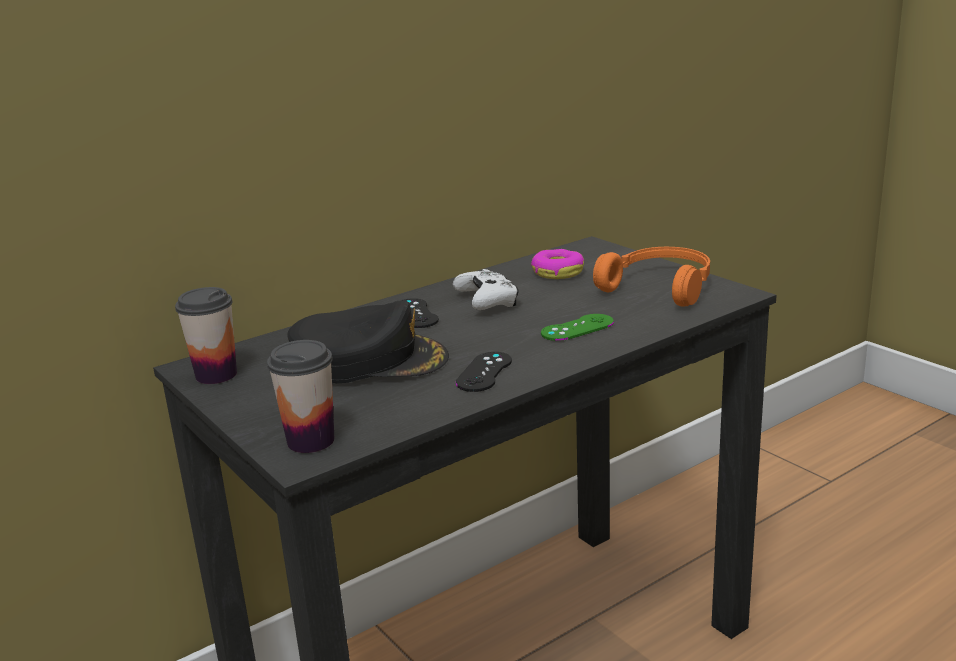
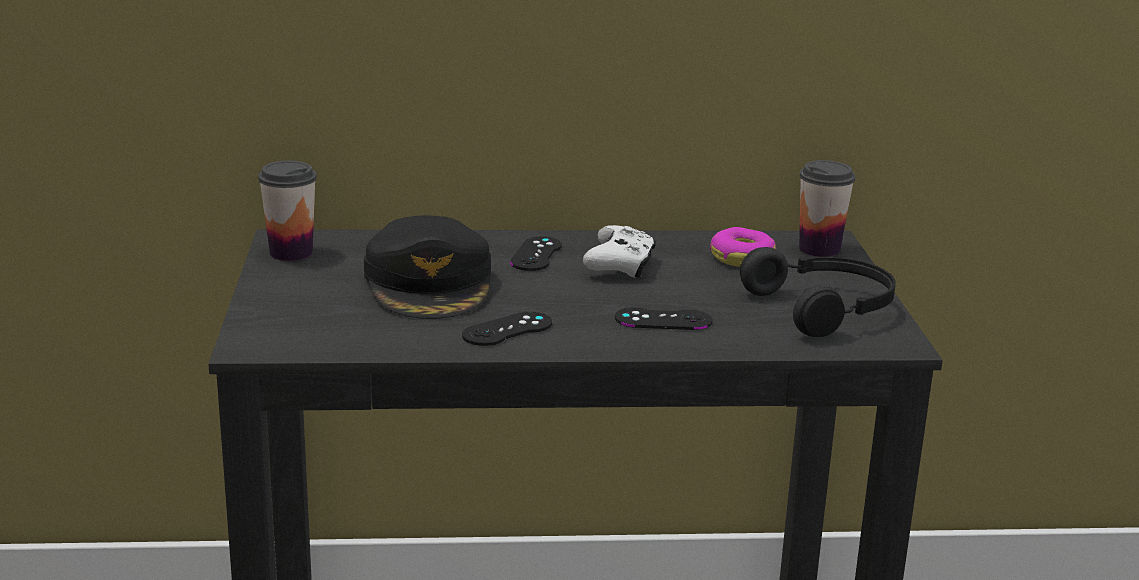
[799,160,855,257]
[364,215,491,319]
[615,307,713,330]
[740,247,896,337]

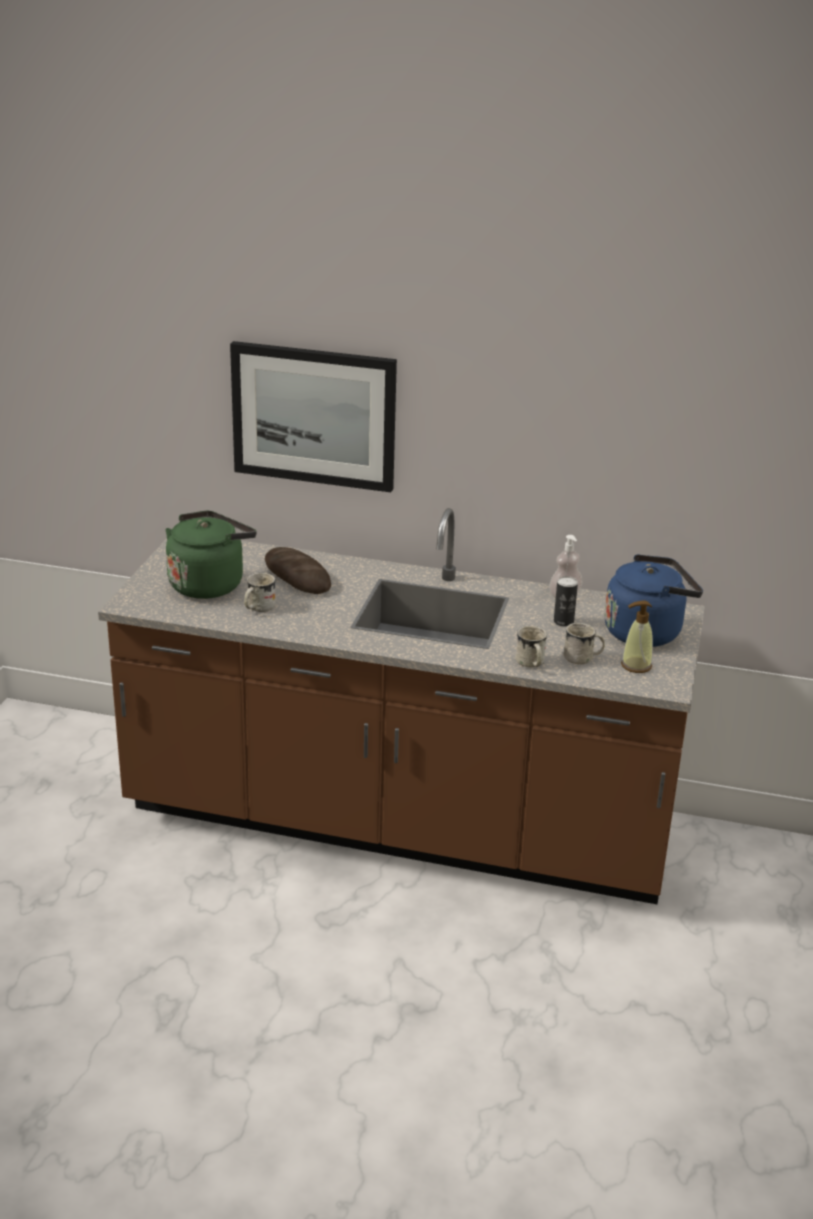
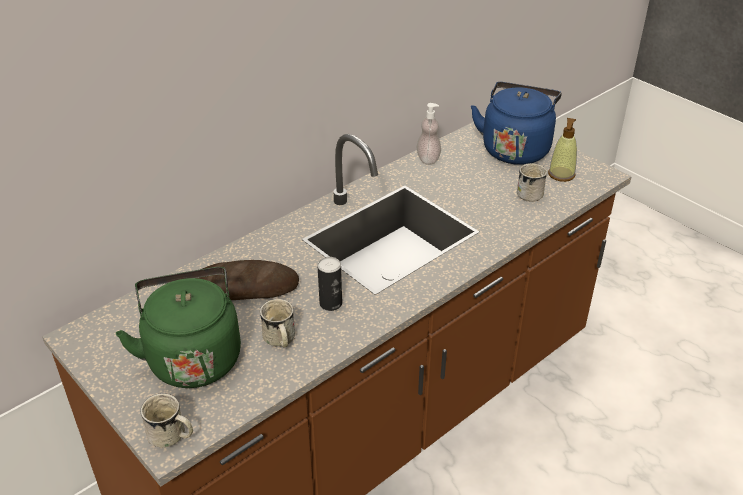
[230,341,397,492] (first image)
[140,393,193,448]
[317,257,342,311]

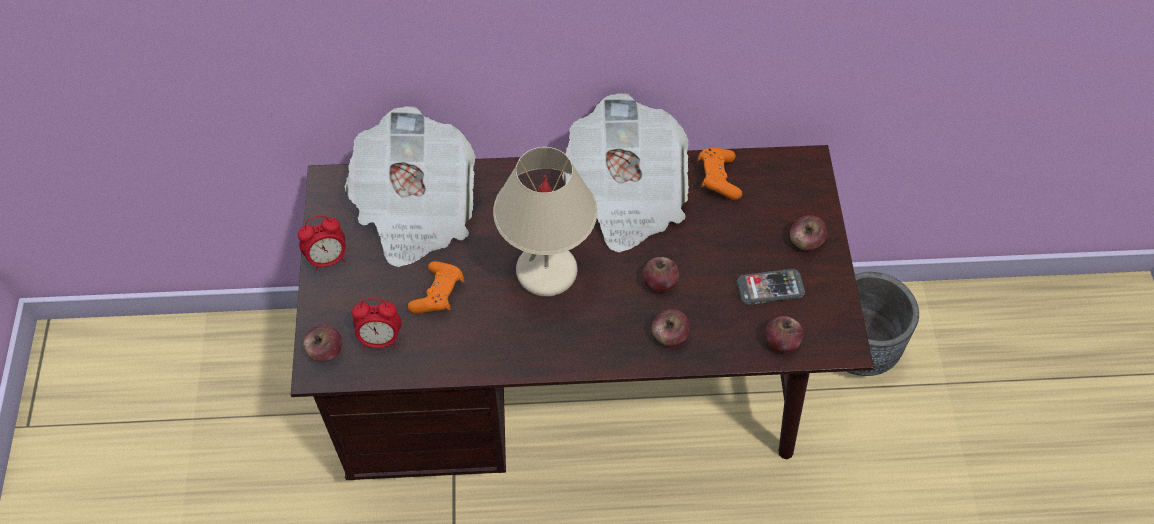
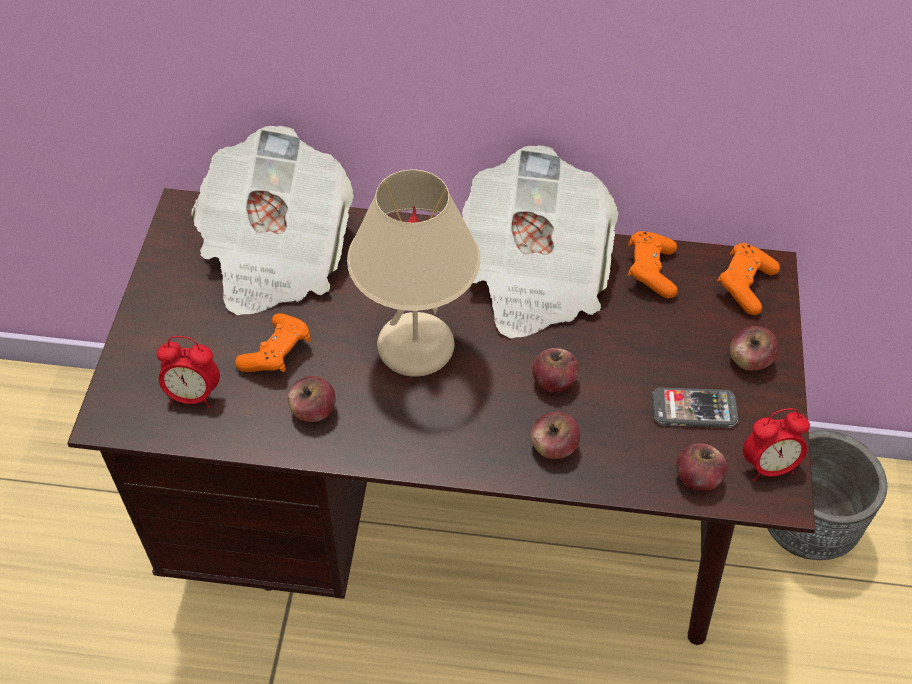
[743,408,810,481]
[288,376,336,422]
[717,243,780,315]

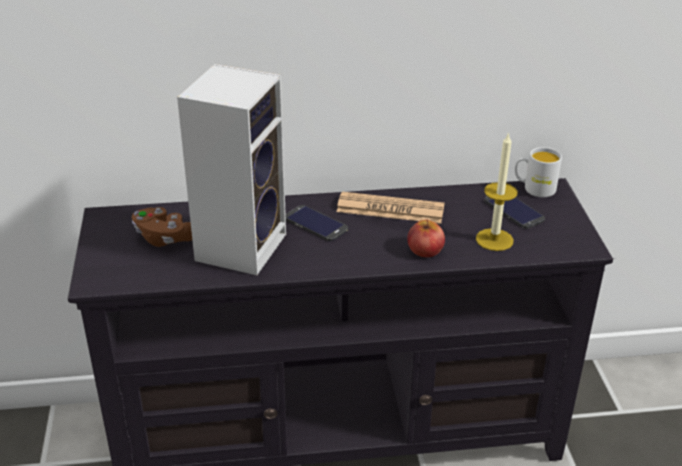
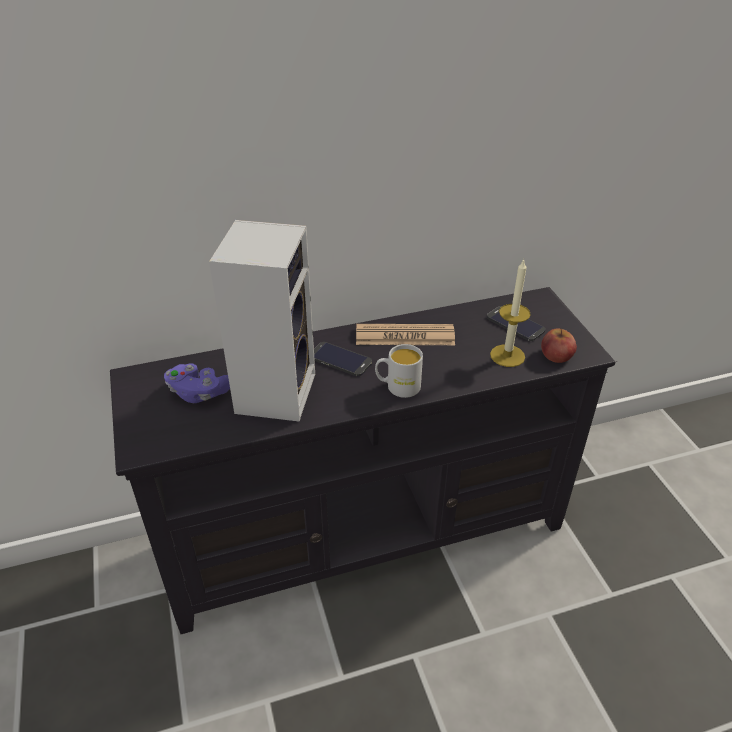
[164,363,230,403]
[541,328,577,363]
[375,344,423,398]

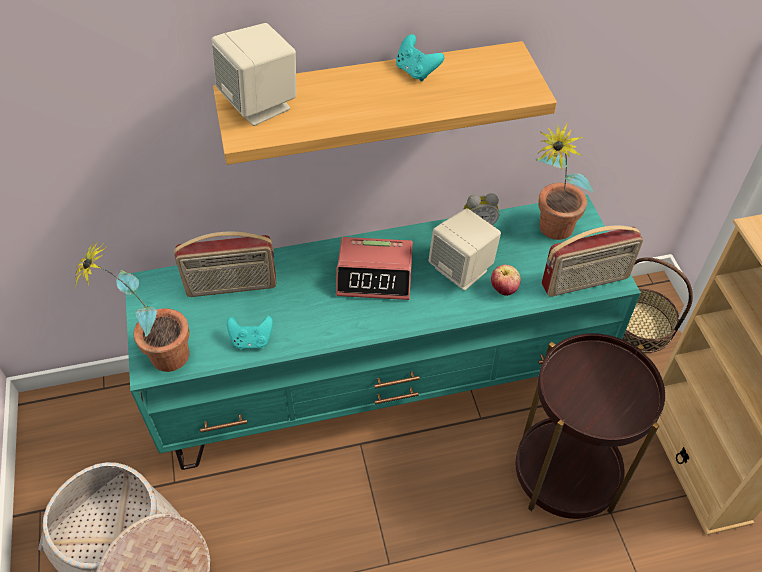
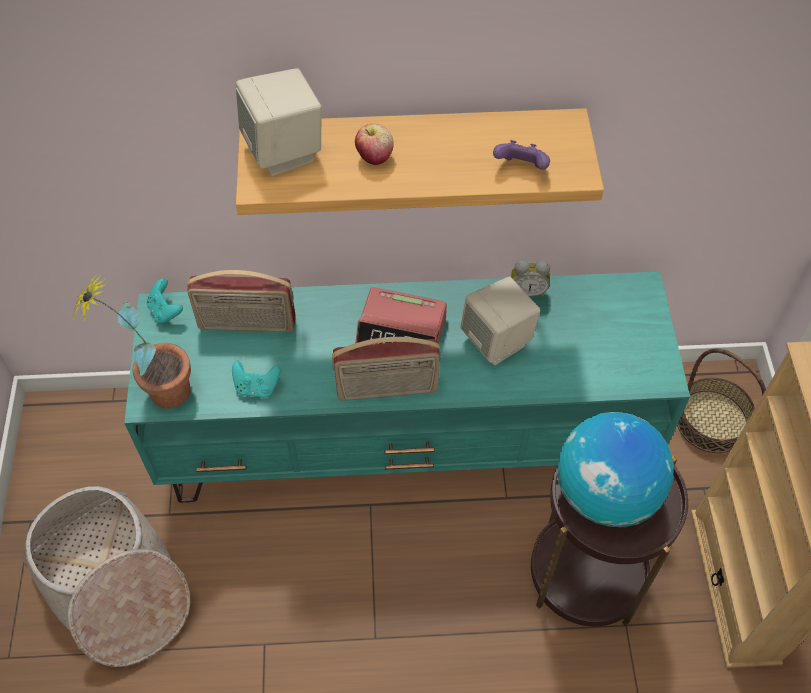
[147,278,183,324]
[355,123,394,165]
[535,122,593,240] (first image)
[332,337,441,401]
[493,140,550,170]
[557,412,674,527]

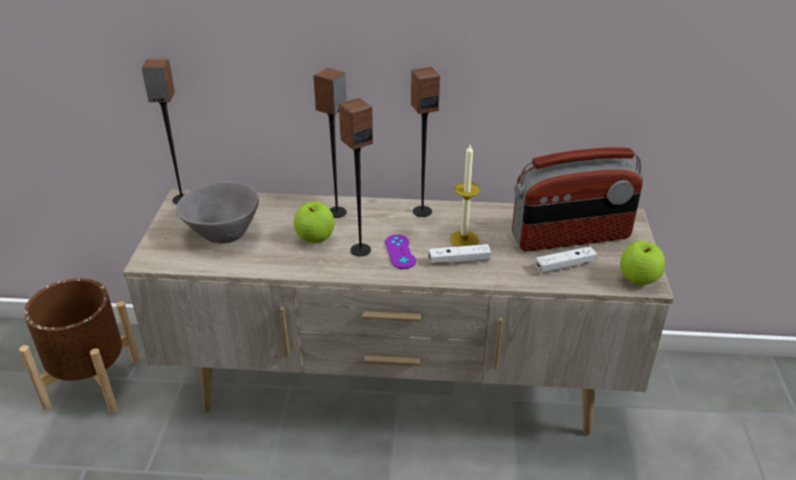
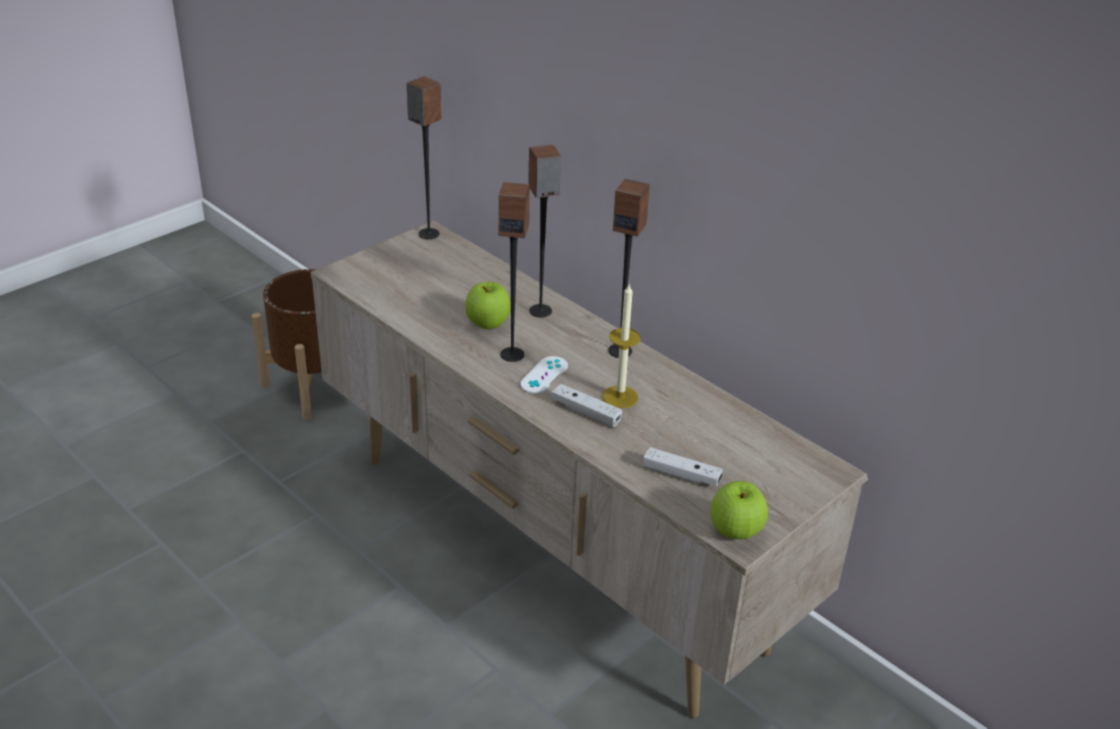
[176,181,259,244] (first image)
[520,356,568,394]
[512,147,643,251] (first image)

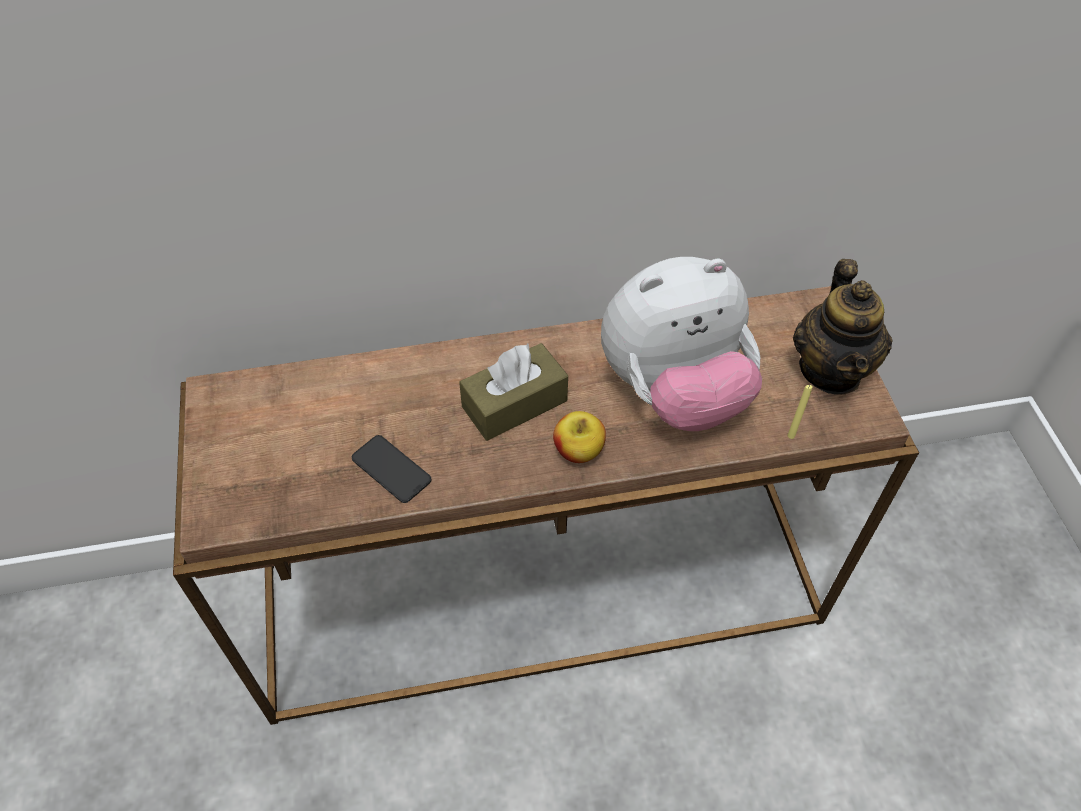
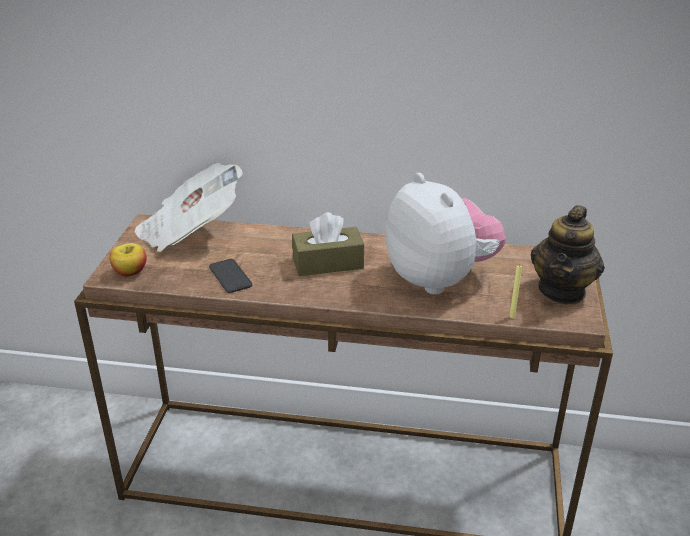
[110,243,147,277]
[385,173,506,295]
[134,163,243,252]

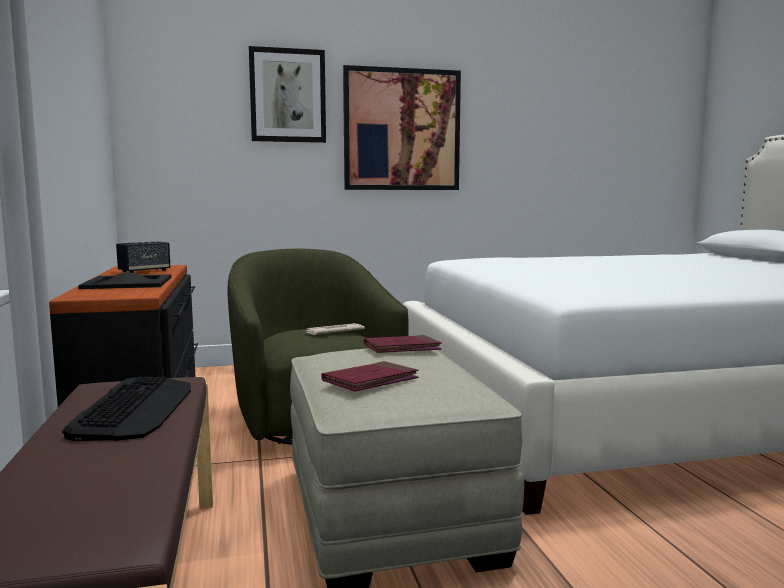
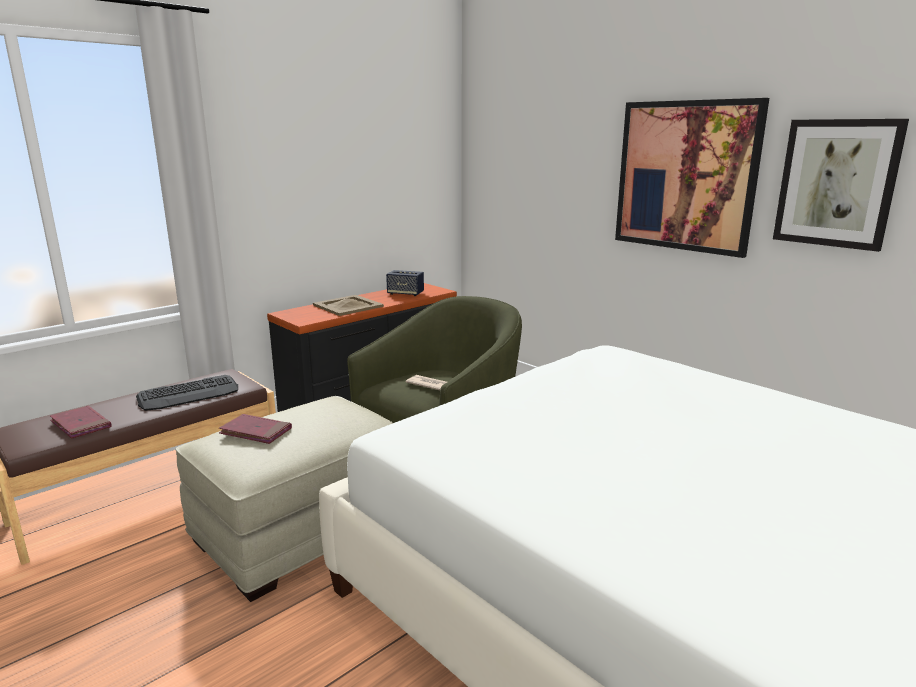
[313,295,384,316]
[773,119,909,252]
[50,406,112,439]

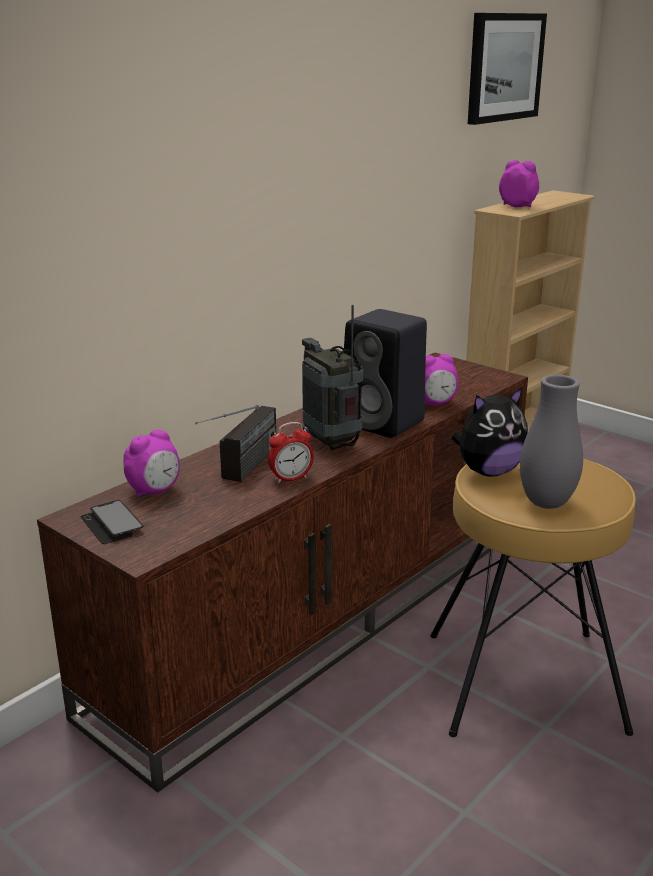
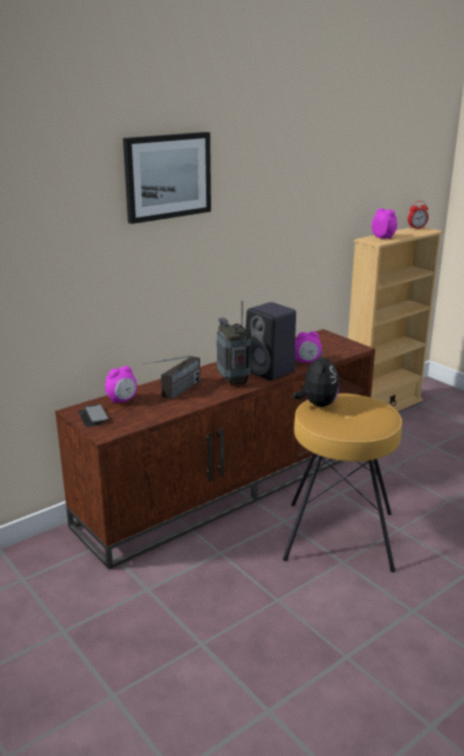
[408,201,428,229]
[293,350,339,407]
[123,132,211,224]
[520,375,583,509] (first image)

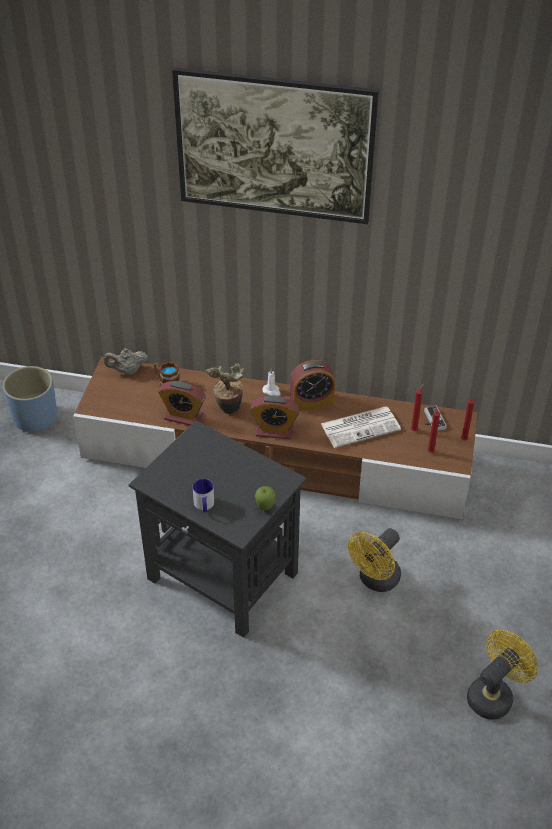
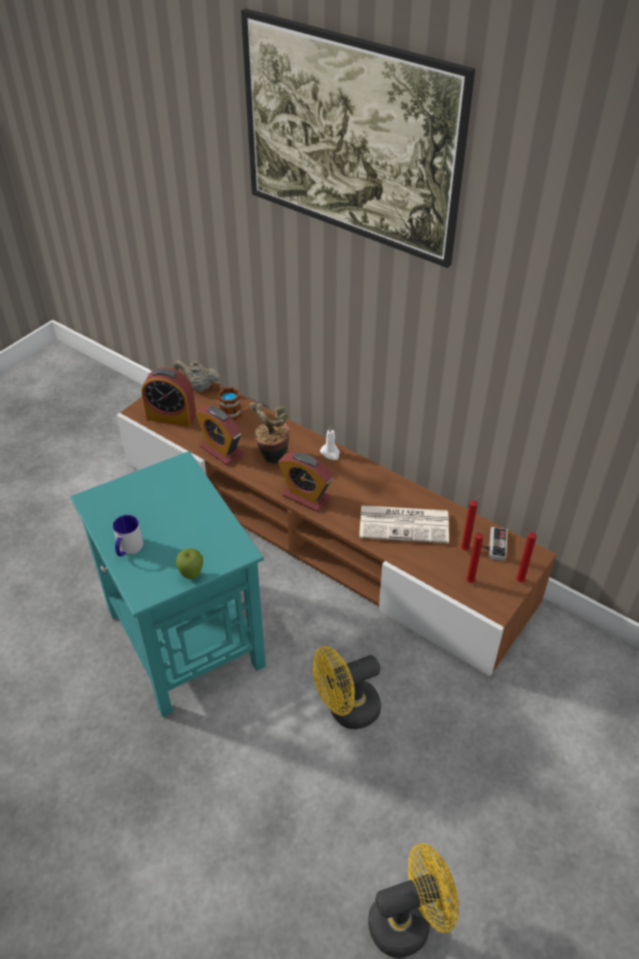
[3,366,57,434] (first image)
[70,451,266,717]
[141,367,196,426]

